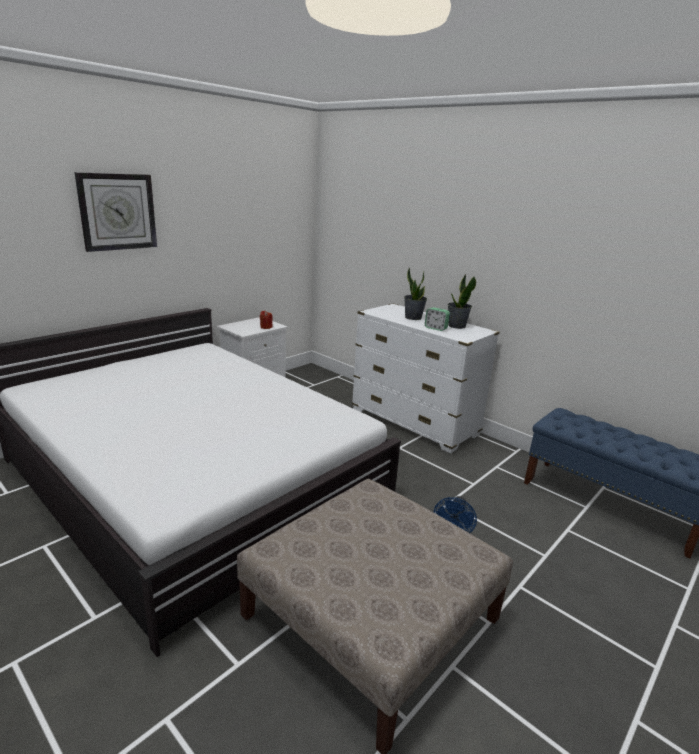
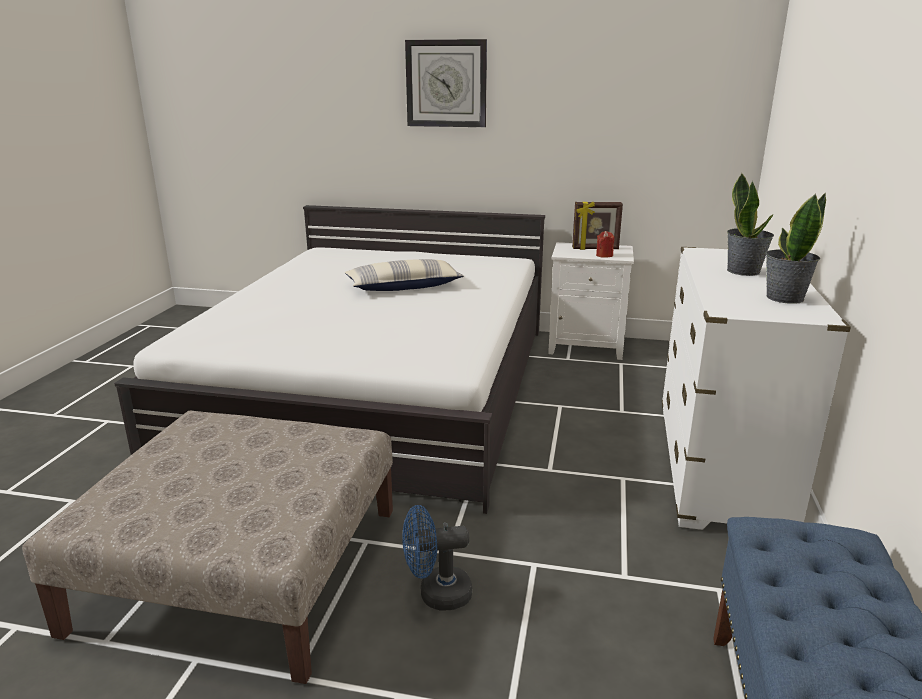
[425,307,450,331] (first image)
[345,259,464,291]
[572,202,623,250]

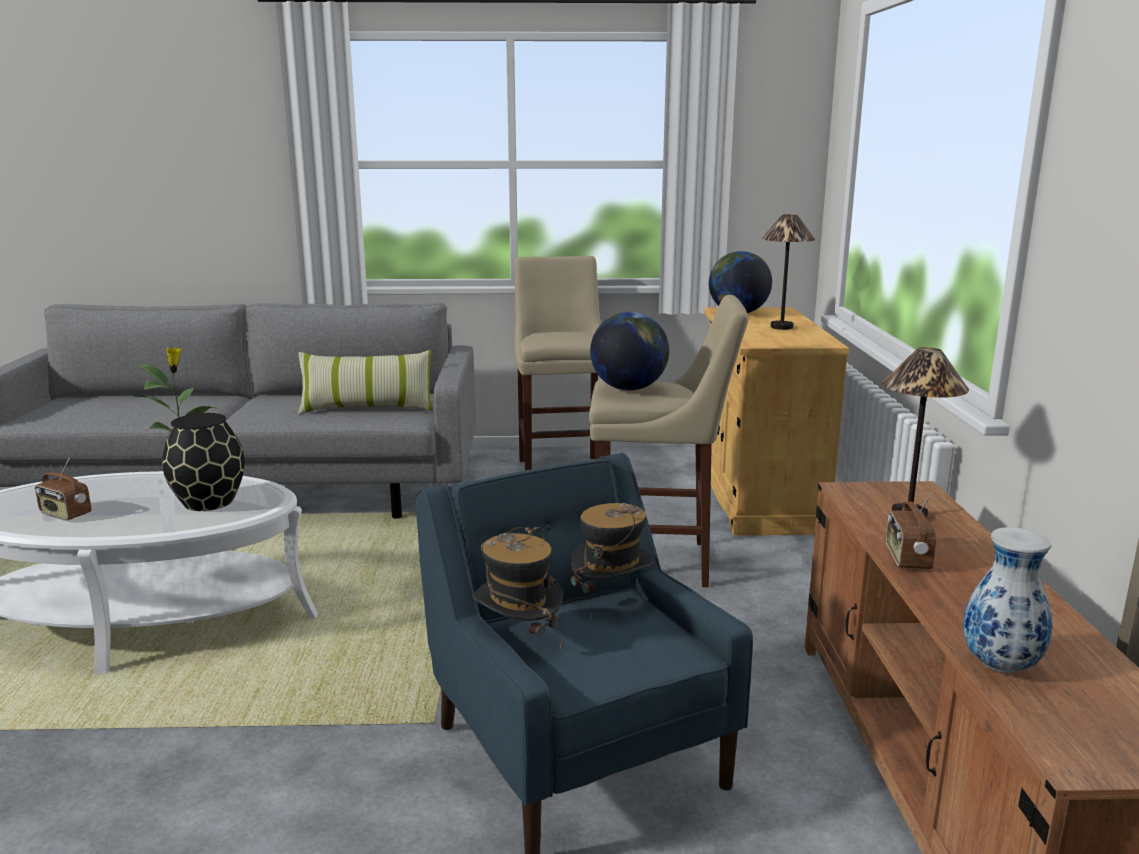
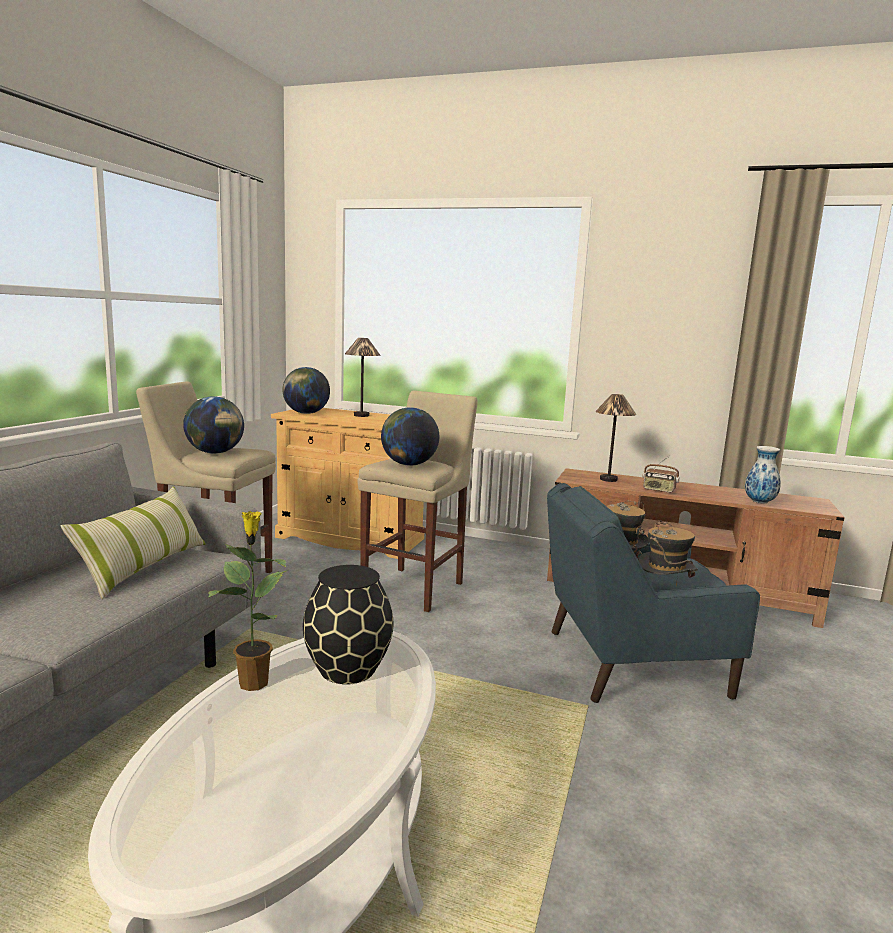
[35,457,91,520] (first image)
[183,396,244,454]

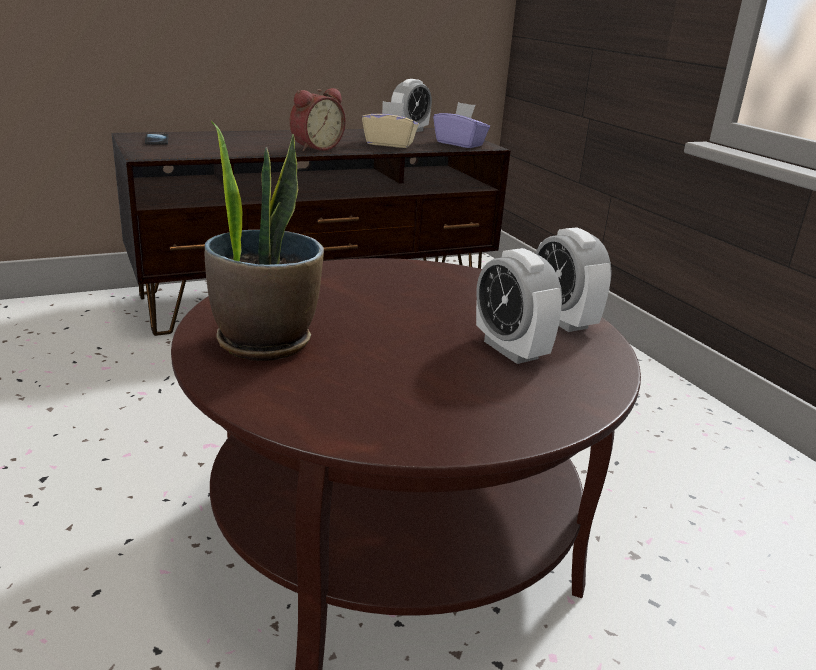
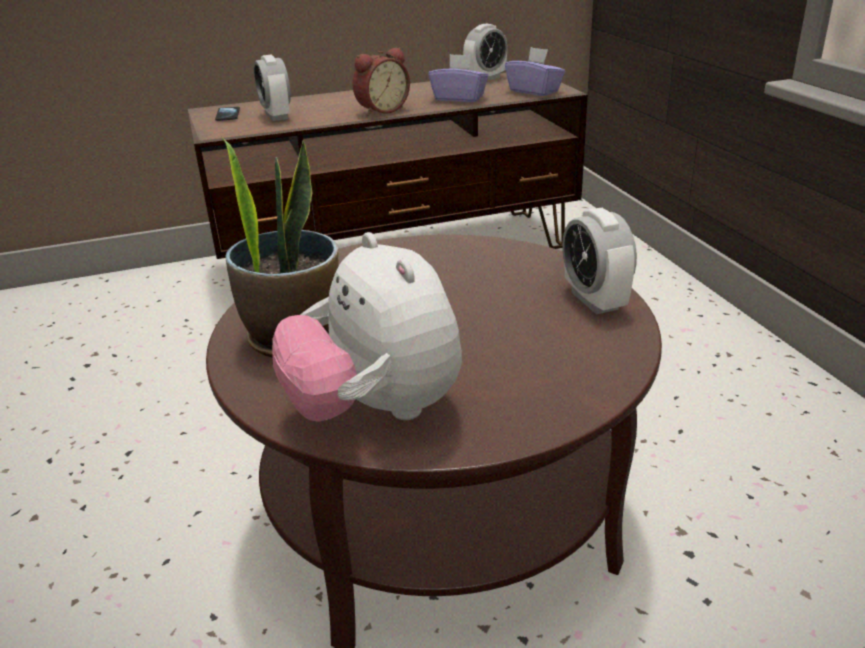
[429,54,489,102]
[254,55,291,121]
[272,232,462,422]

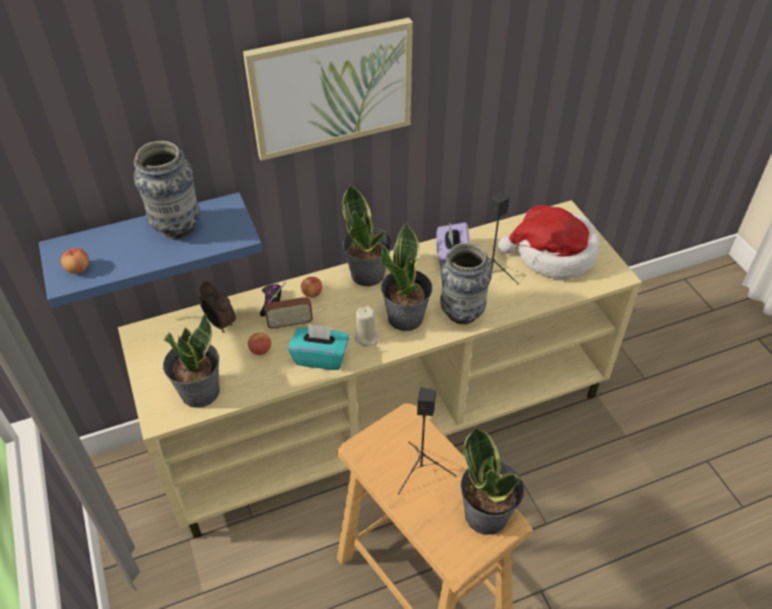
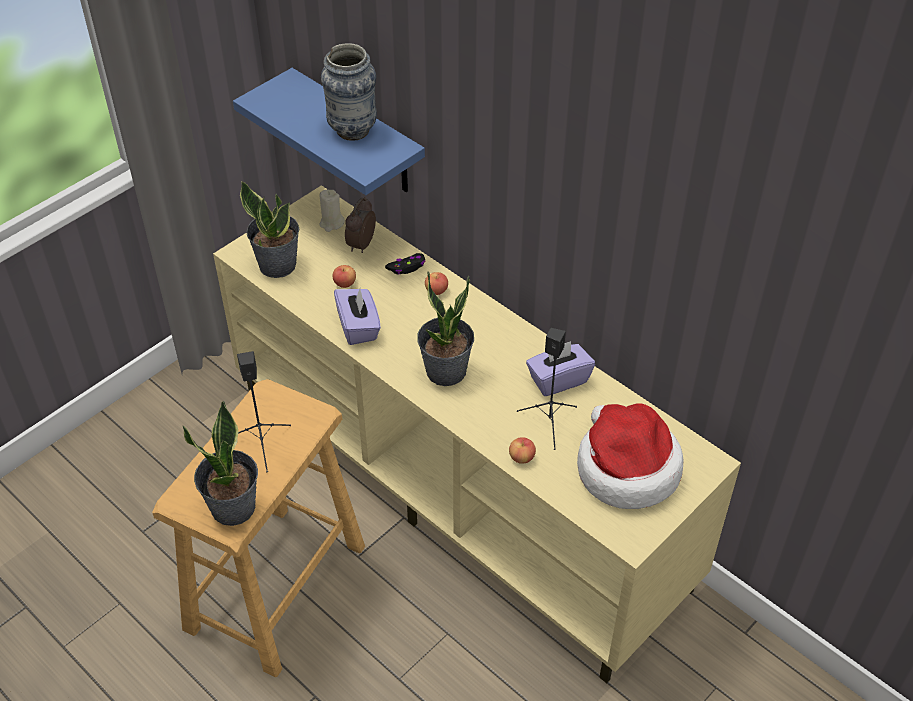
[509,437,536,464]
[243,18,413,161] (first image)
[264,282,313,330] (first image)
[334,286,381,345]
[342,185,392,286] (first image)
[319,190,345,232]
[440,242,492,324] (first image)

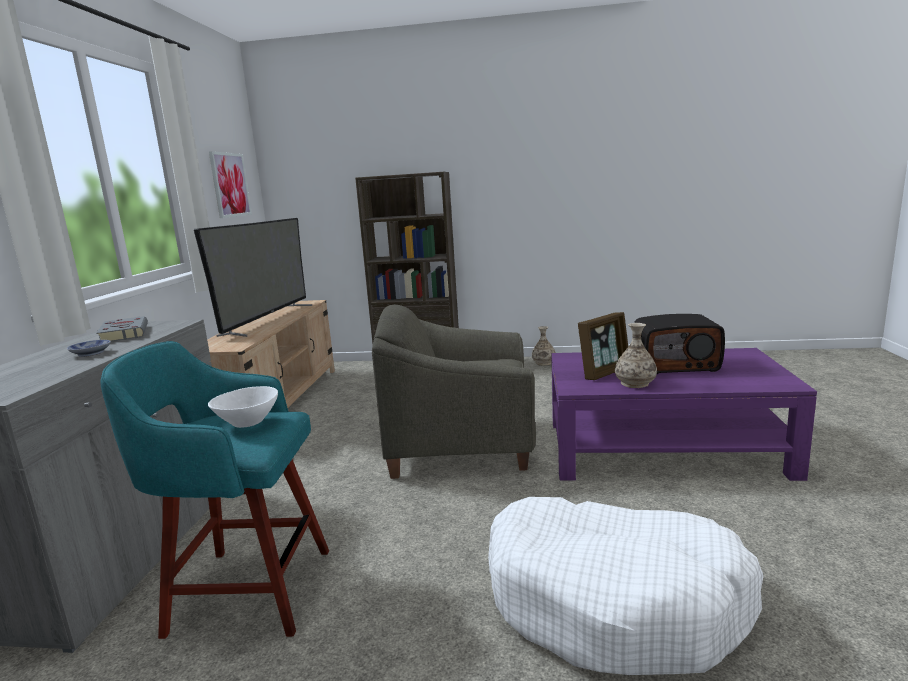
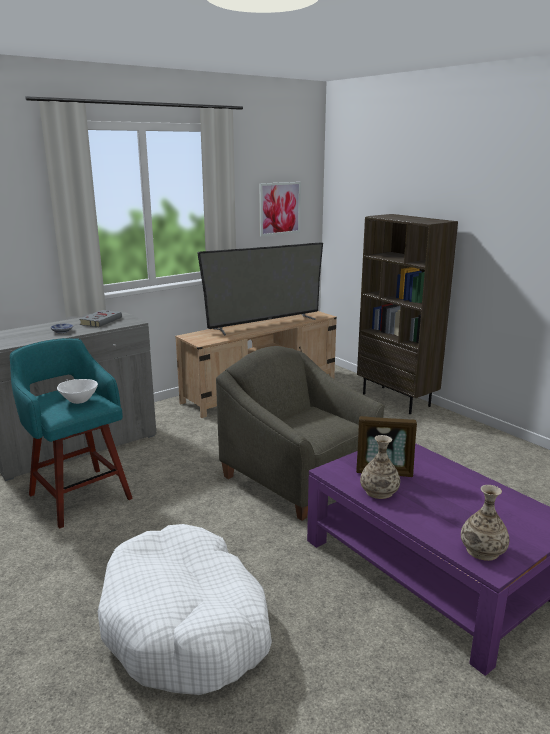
[461,485,509,561]
[634,314,725,374] (first image)

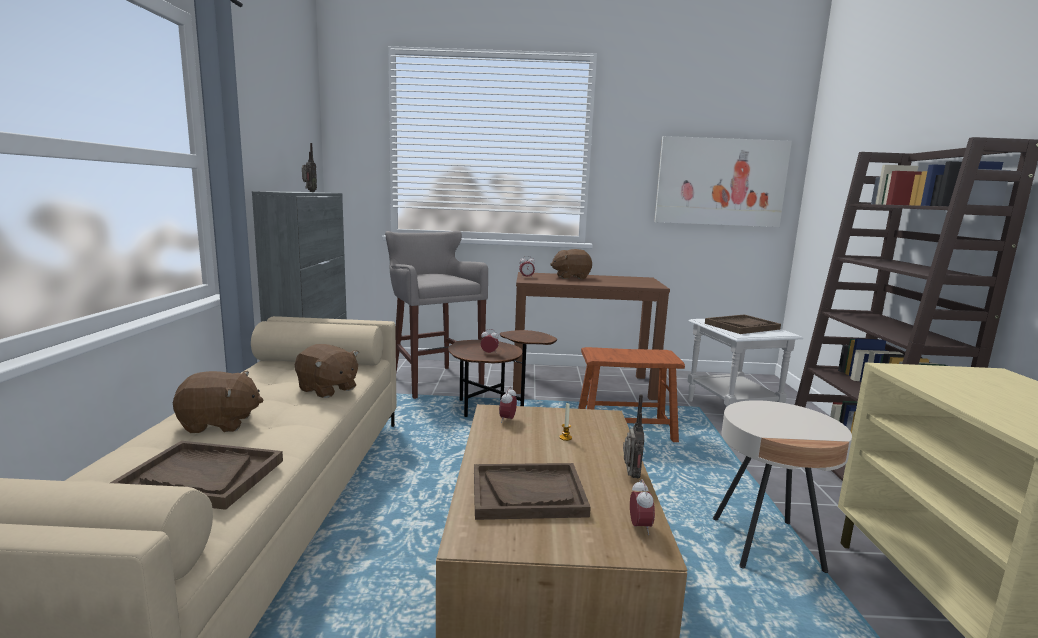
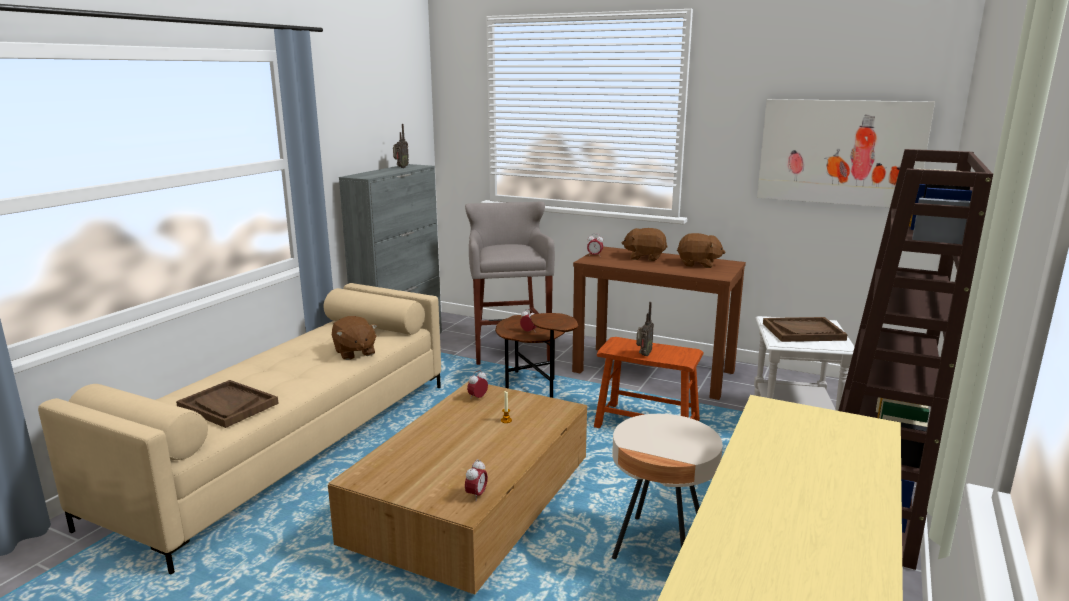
[677,233,725,268]
[474,463,591,520] (first image)
[636,302,654,356]

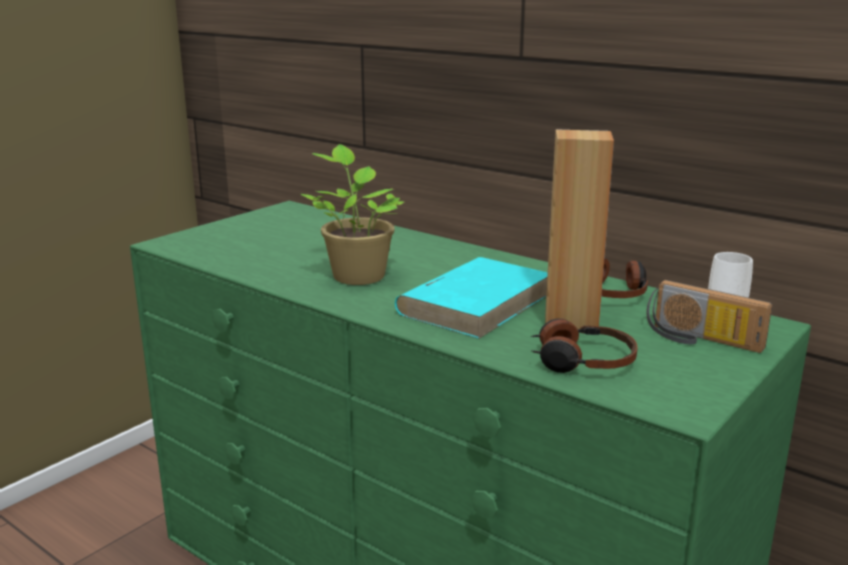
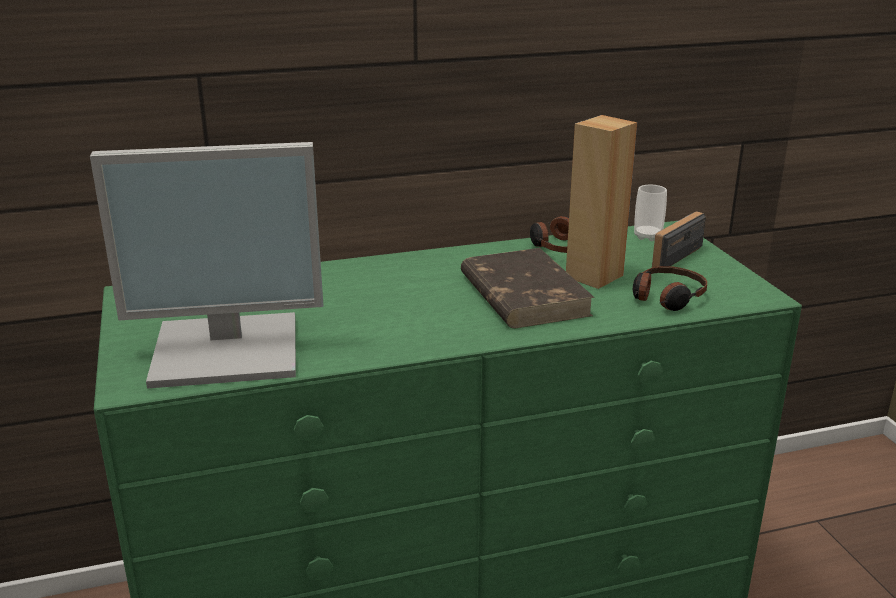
[300,144,404,285] (first image)
[461,248,594,328]
[652,211,706,268]
[90,142,323,389]

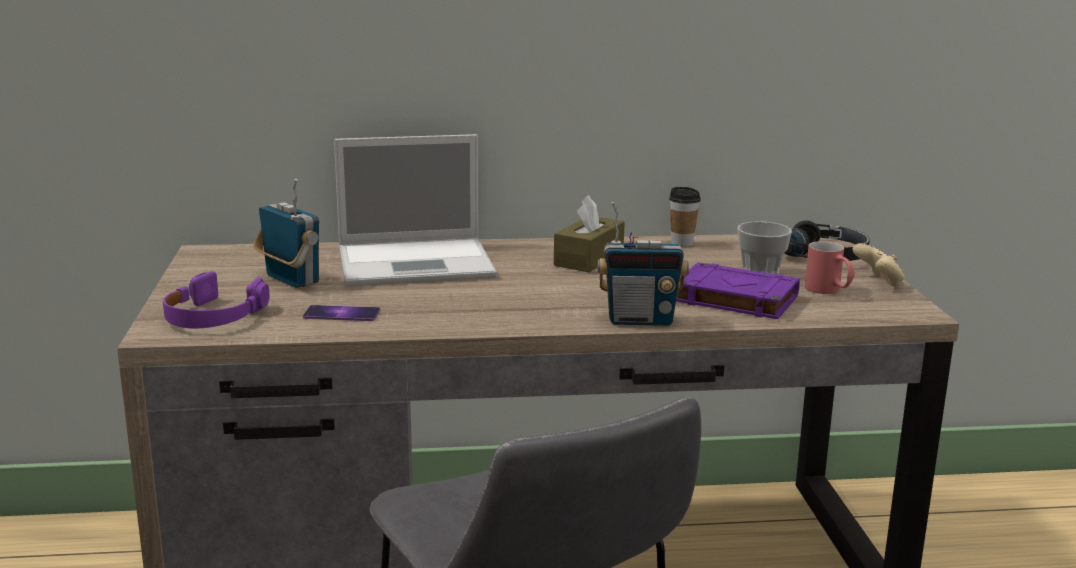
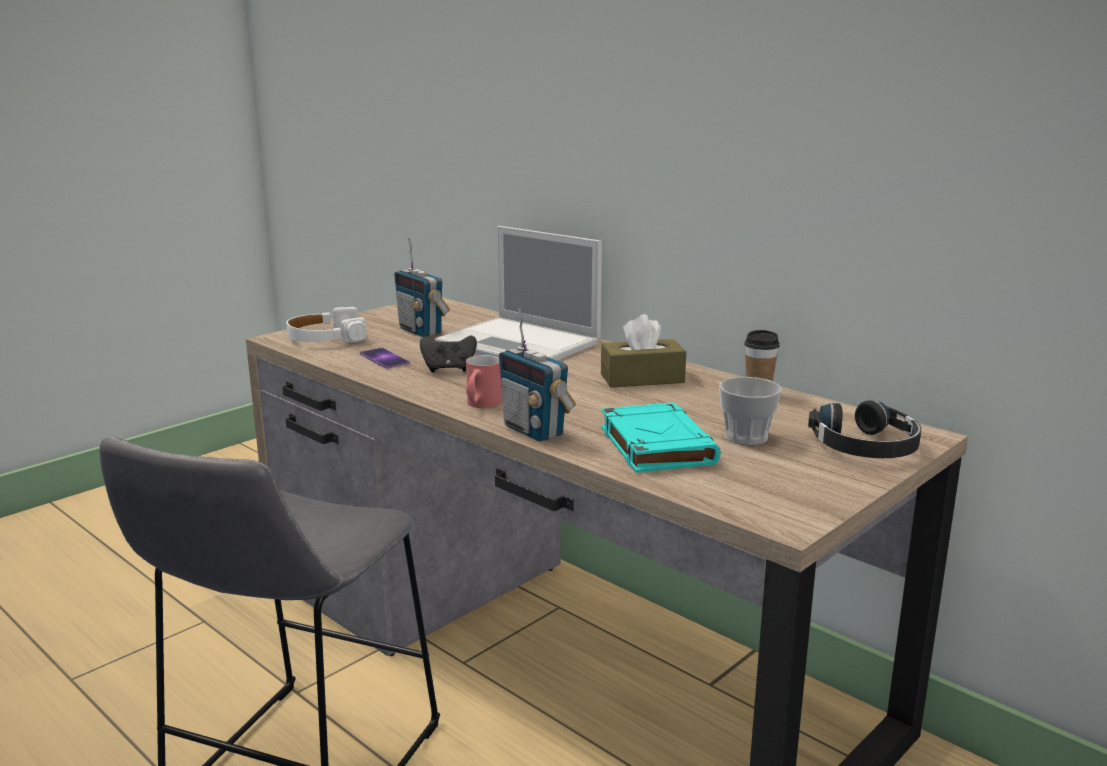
[287,307,367,343]
[394,238,450,337]
[601,402,721,473]
[466,355,502,408]
[852,243,905,287] (first image)
[420,335,477,373]

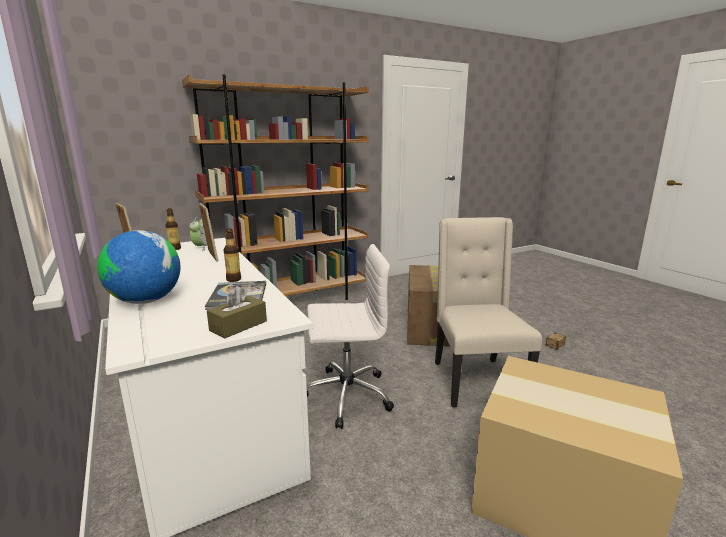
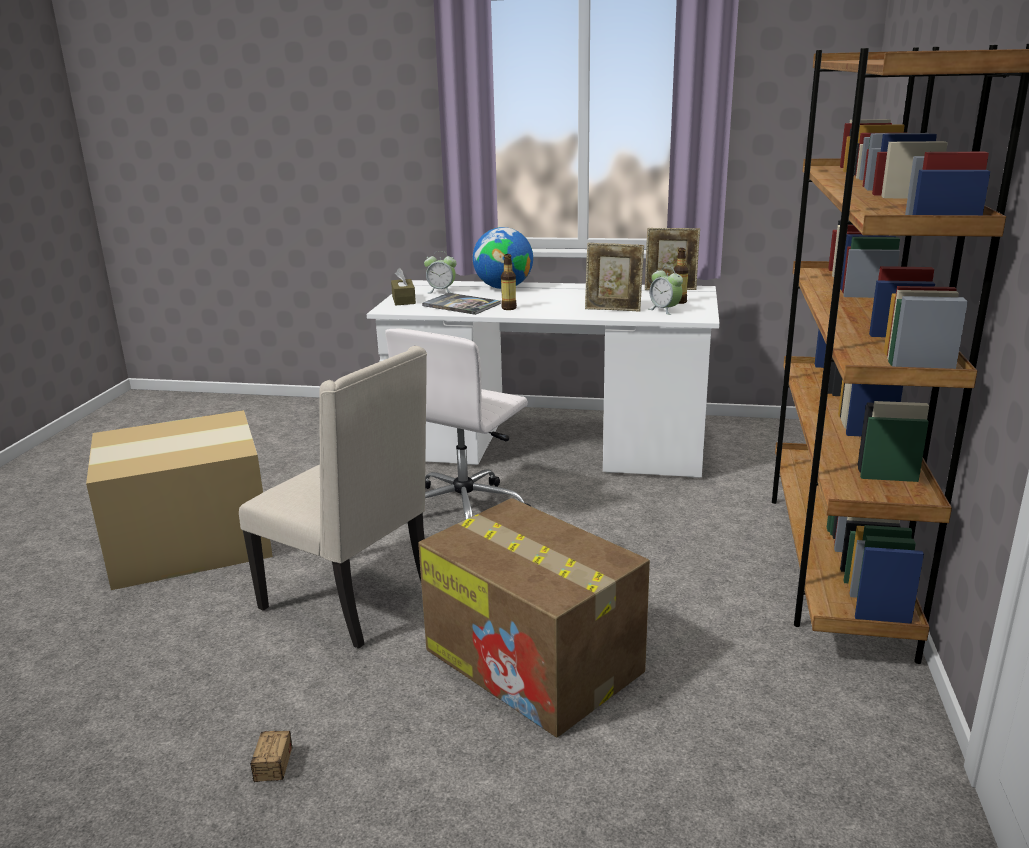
[424,251,457,293]

